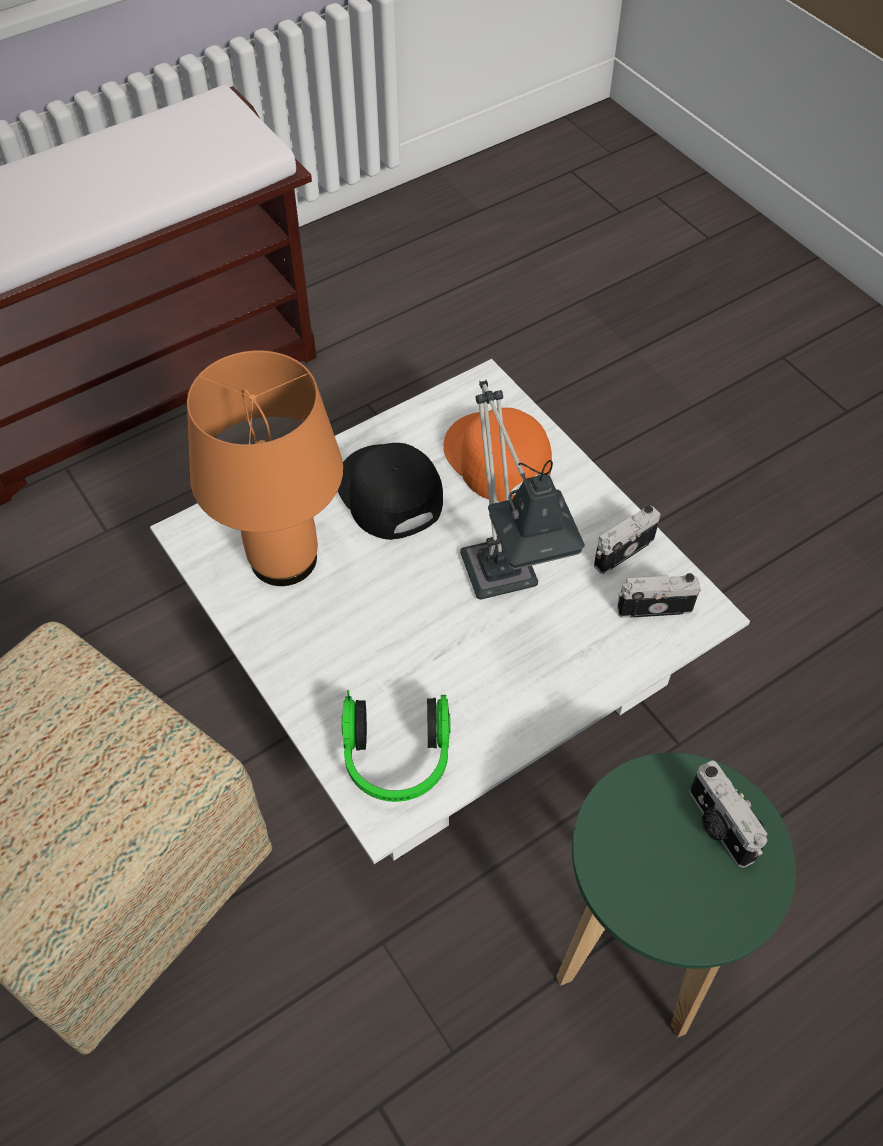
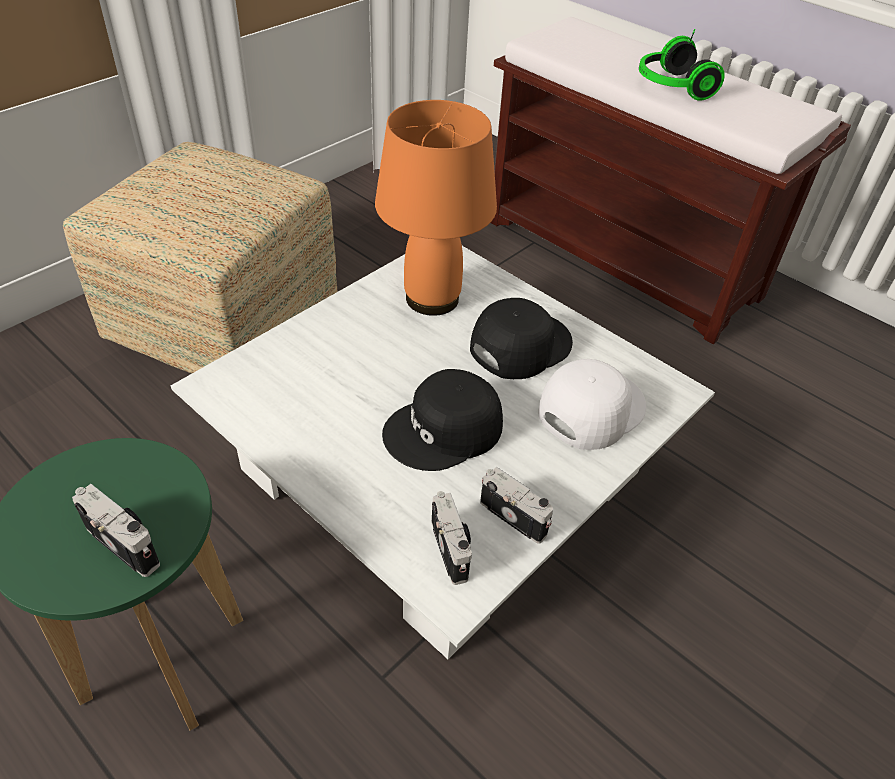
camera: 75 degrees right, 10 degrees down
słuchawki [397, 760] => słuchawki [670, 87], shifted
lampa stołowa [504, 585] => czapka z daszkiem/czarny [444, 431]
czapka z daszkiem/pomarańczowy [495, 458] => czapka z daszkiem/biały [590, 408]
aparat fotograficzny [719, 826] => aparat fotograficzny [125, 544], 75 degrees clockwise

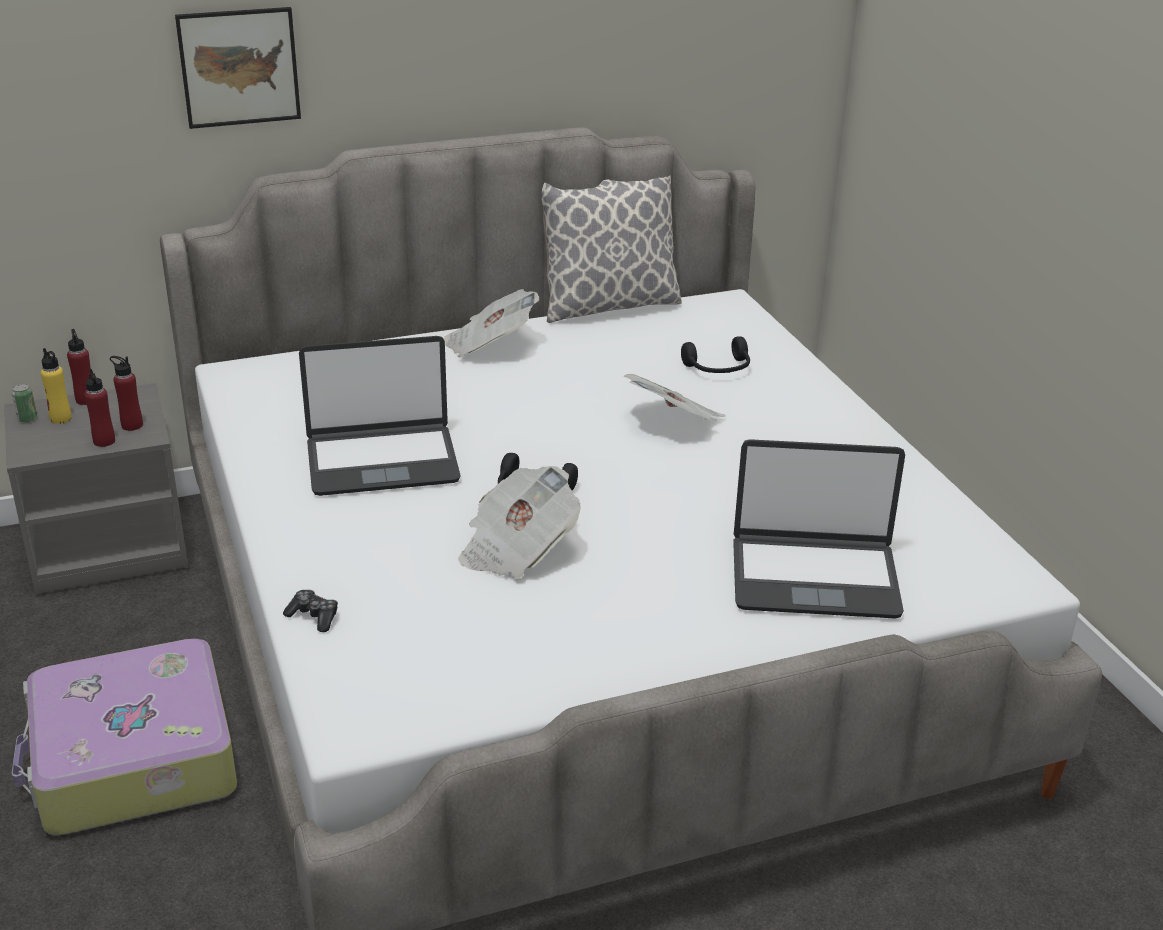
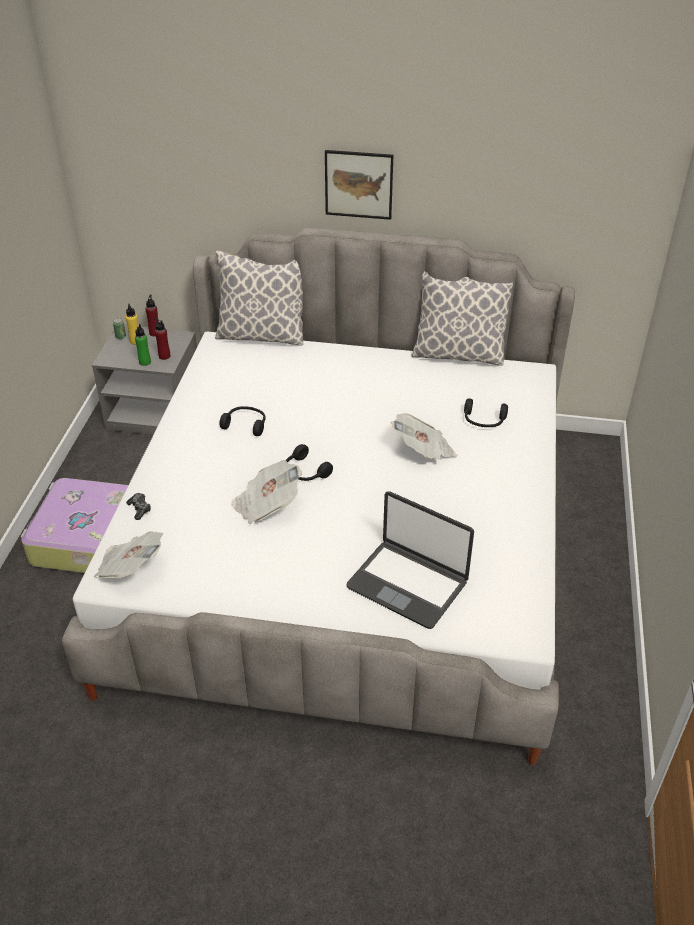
camera: 30 degrees right, 10 degrees up
nothing => poduszka [262, 335]
obraz [239, 67] => obraz [358, 184], shifted
gazeta [489, 346] => gazeta [131, 568], shifted
laptop [382, 461] => słuchawki/czarny [246, 424]
butelka/czerwony [104, 441] => butelka/zielony [145, 362]

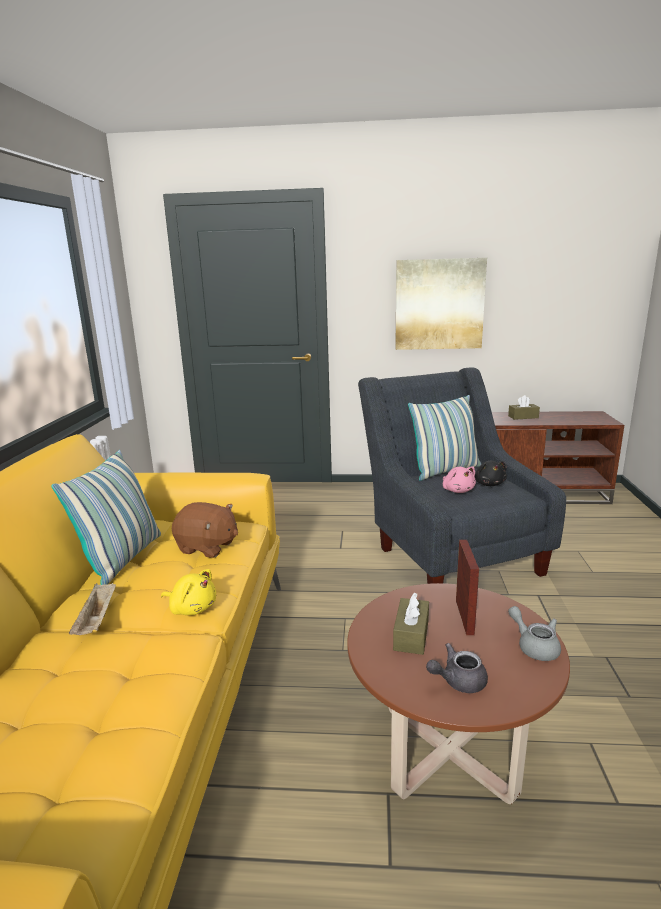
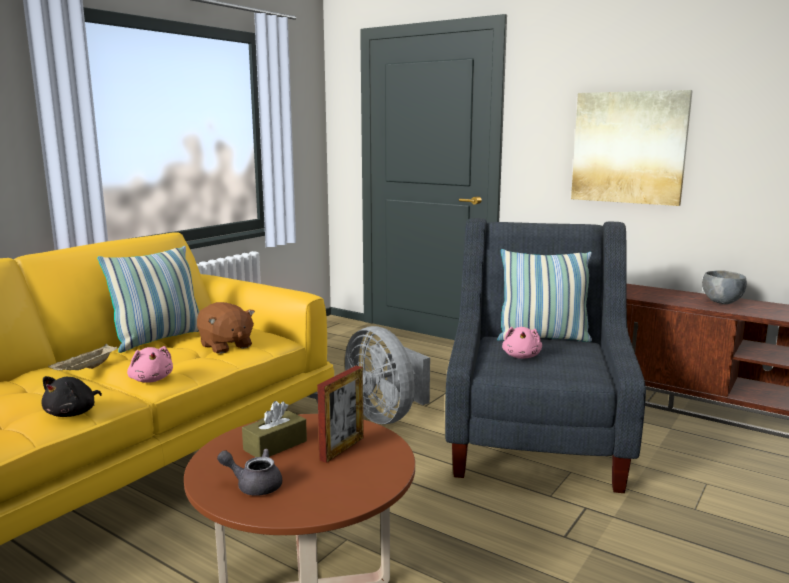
camera: 30 degrees right, 5 degrees down
imbryk/szary [534, 646] => nothing
nothing => wentylator/szary [386, 416]
pluszak/czarny [489, 484] => pluszak/czarny [73, 413], shifted
pudełko chusteczek/brązowy [523, 417] => miska/szary [721, 302]
pluszak/żółty [192, 608] => pluszak/różowy [151, 379]

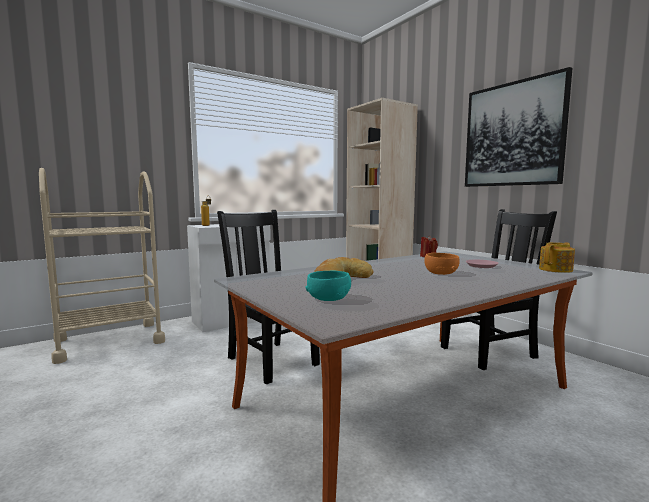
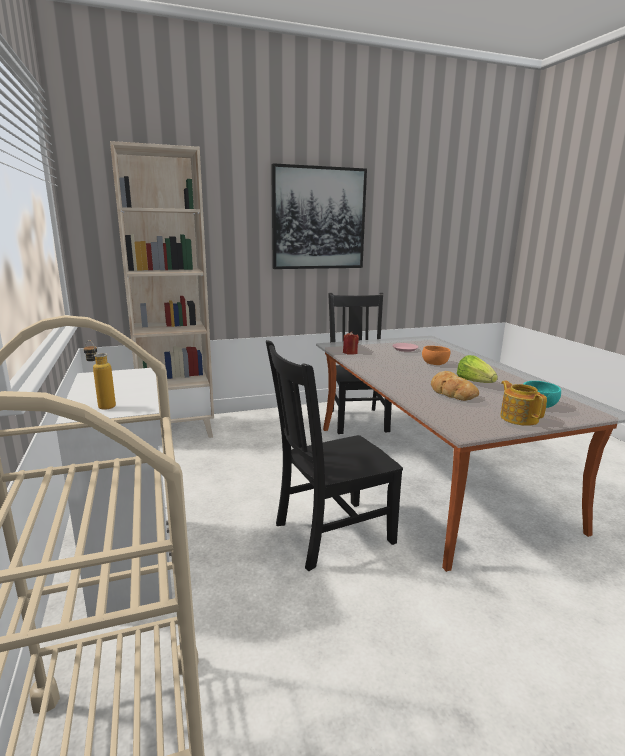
camera: 75 degrees left, 10 degrees up
nothing => sałata [474, 382]
imbryk [556, 269] => imbryk [519, 418], shifted

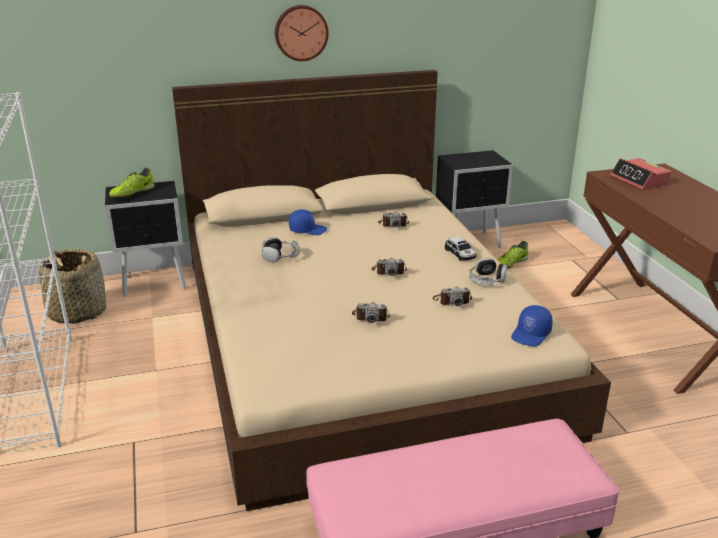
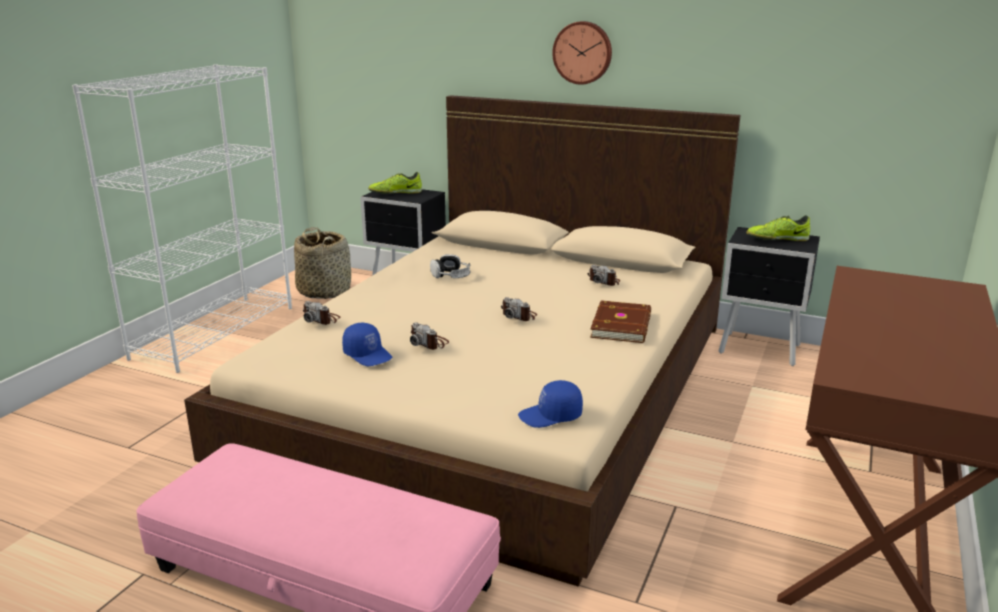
camera: 40 degrees right, 5 degrees down
słuchawki [487, 280] => nothing
budzik [639, 180] => nothing
czapka z daszkiem/niebieski [307, 230] => czapka z daszkiem/niebieski [368, 355], shifted
aparat fotograficzny [452, 300] => aparat fotograficzny [321, 319], shifted
but [511, 263] => but [777, 239], shifted
samochodzik [460, 254] => książka/brązowy [623, 325]

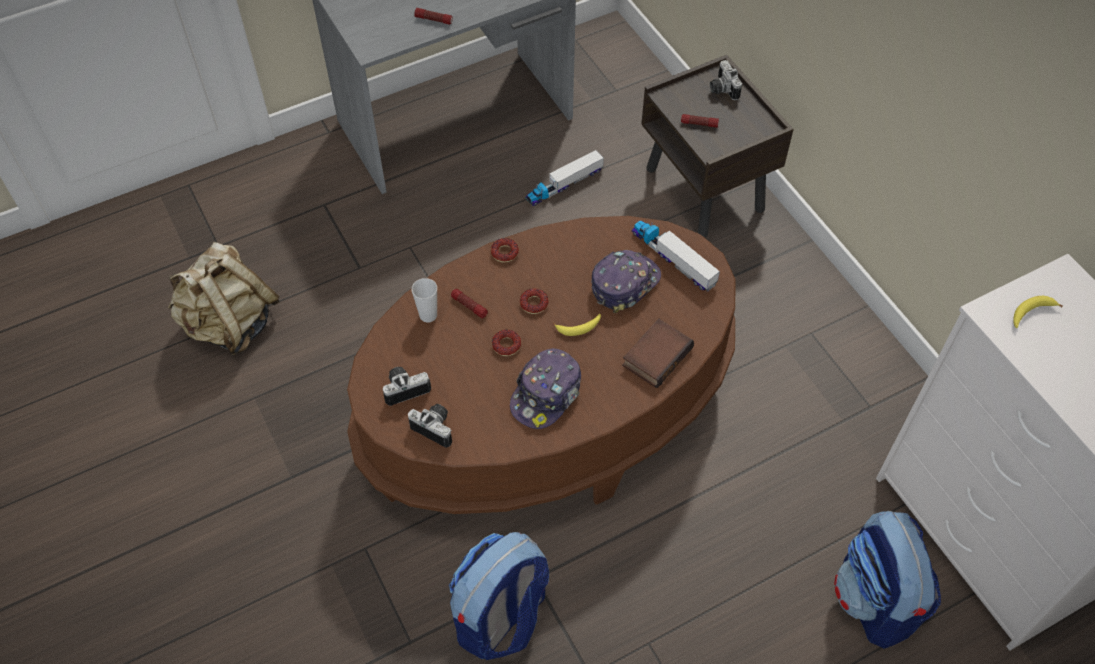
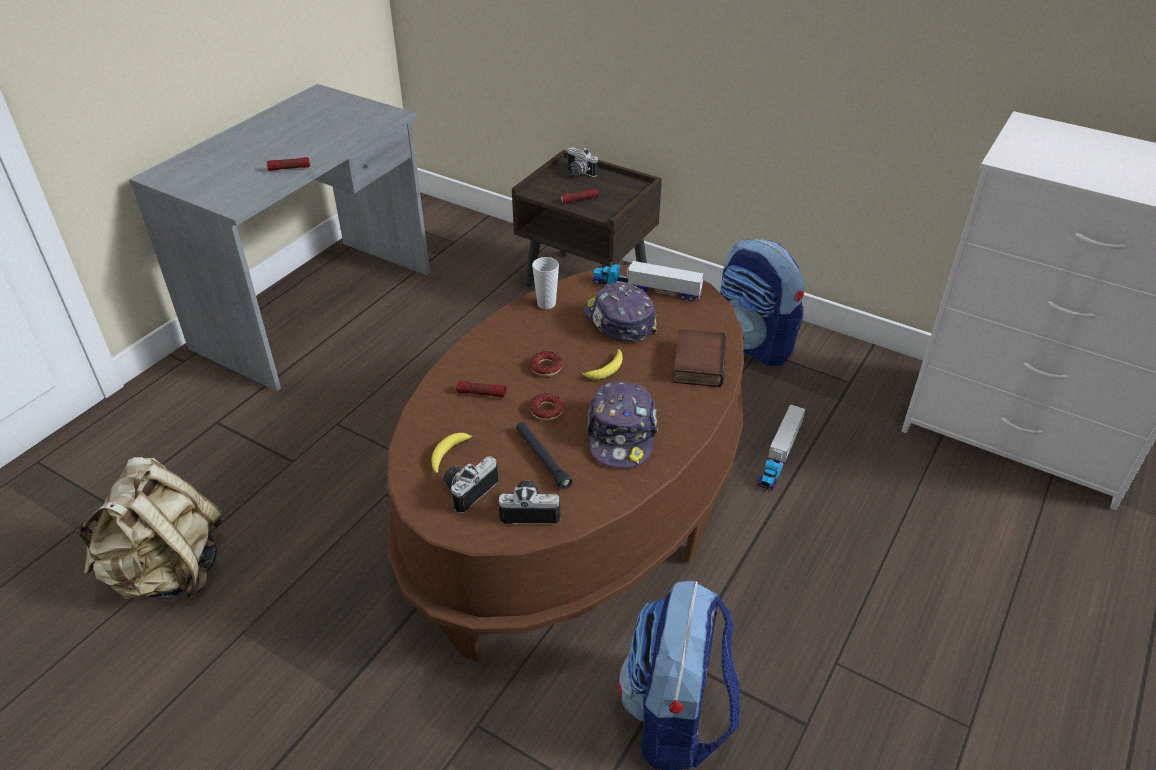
camera: 30 degrees left, 15 degrees down
donut [504, 253] => nothing
nothing => latarka/czarny [542, 458]
filiżanka [428, 315] => filiżanka [546, 304], shifted
ciężarówka zabawkowa [564, 185] => ciężarówka zabawkowa [780, 455], shifted
plecak [875, 601] => plecak [754, 344], shifted
banan [1030, 313] => banan [448, 454], shifted
czapka z daszkiem [624, 283] => czapka z daszkiem [618, 321], 45 degrees counterclockwise

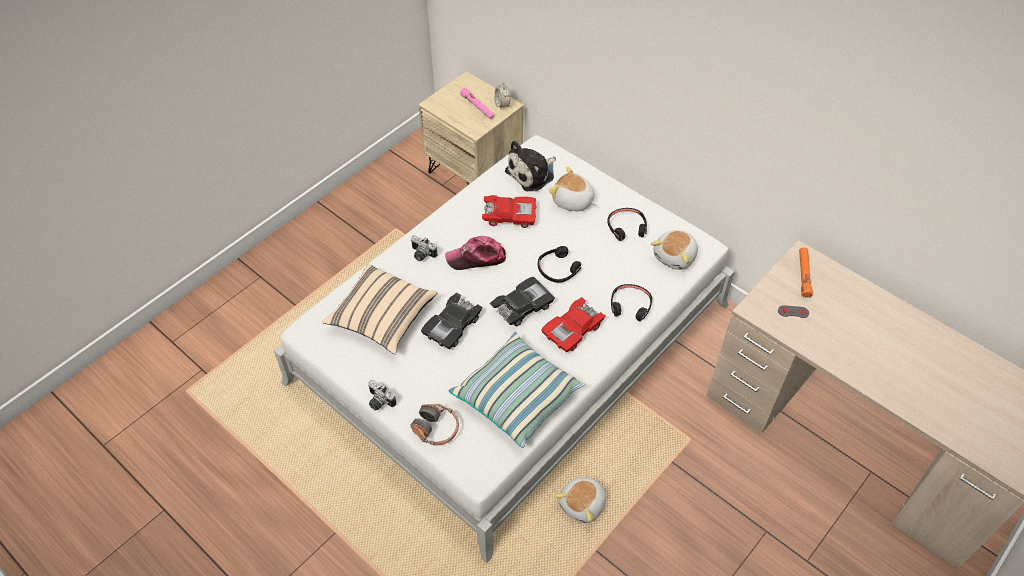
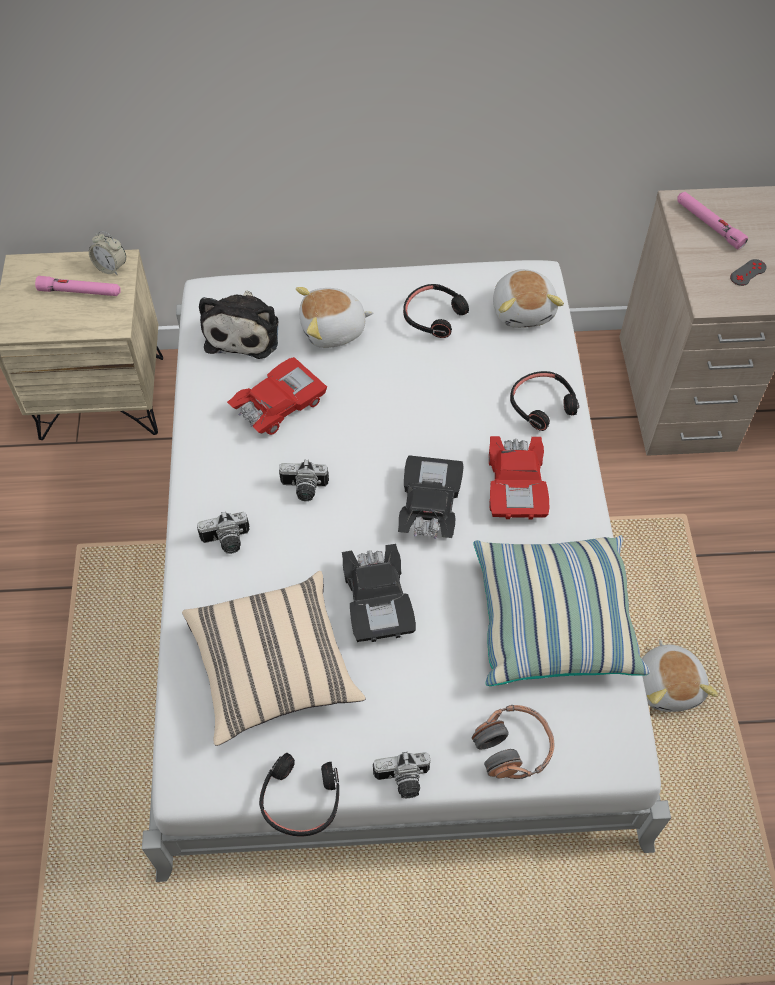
camera: 45 degrees left, 5 degrees up
słuchawki/czarny [558, 269] => słuchawki/czarny [301, 799], shifted
czapka z daszkiem [476, 258] => aparat fotograficzny [303, 489]
latarka/pomarańczowy [803, 274] => latarka/różowy [709, 224]

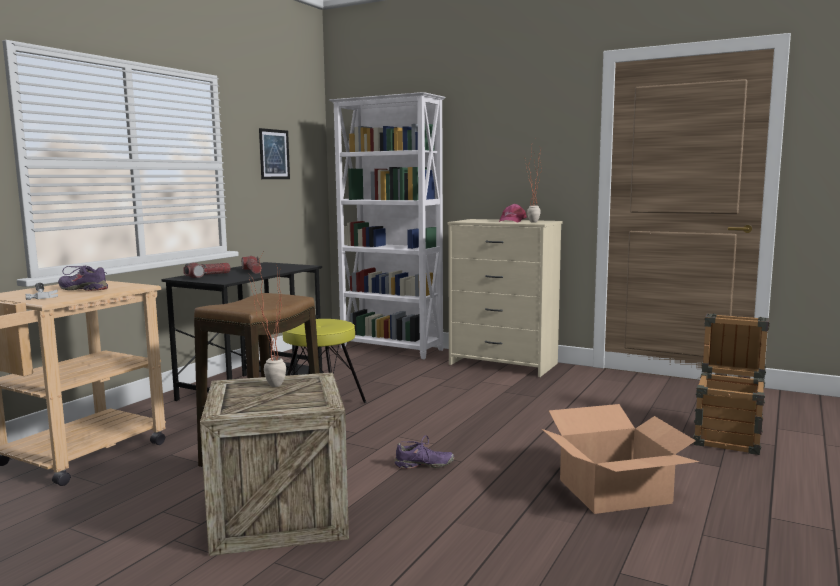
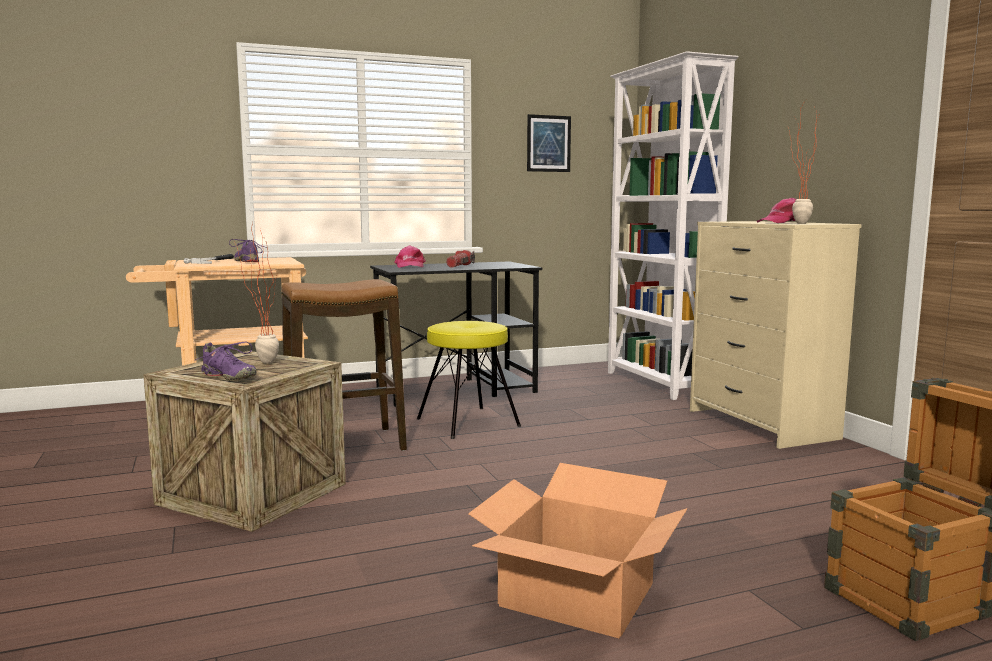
camera: 40 degrees right, 0 degrees up
but/fioletowy [424, 465] => but/fioletowy [228, 377], shifted
latarka [208, 276] => czapka z daszkiem/różowy [409, 266]

